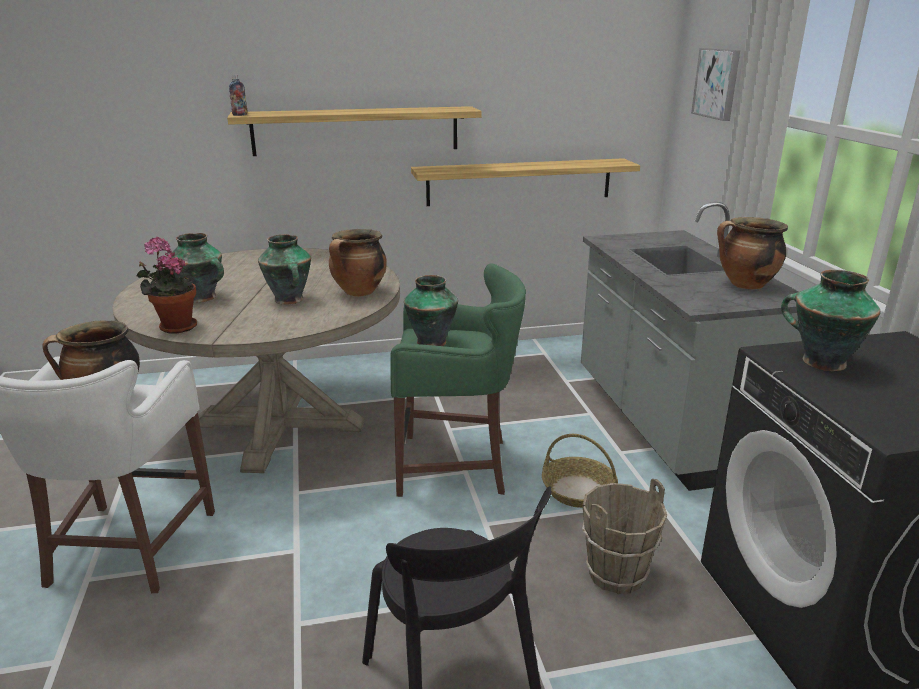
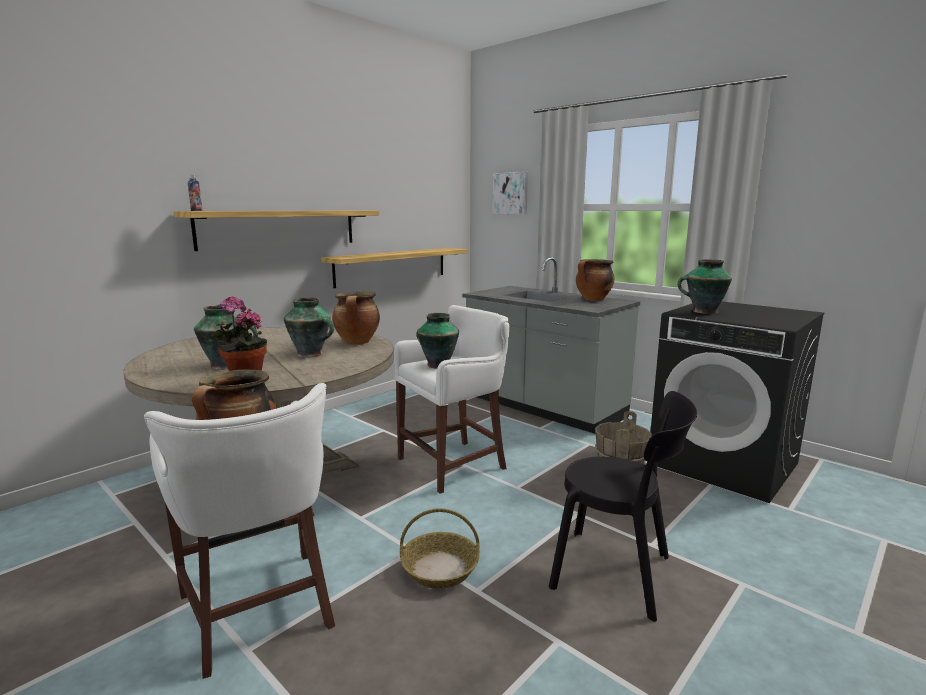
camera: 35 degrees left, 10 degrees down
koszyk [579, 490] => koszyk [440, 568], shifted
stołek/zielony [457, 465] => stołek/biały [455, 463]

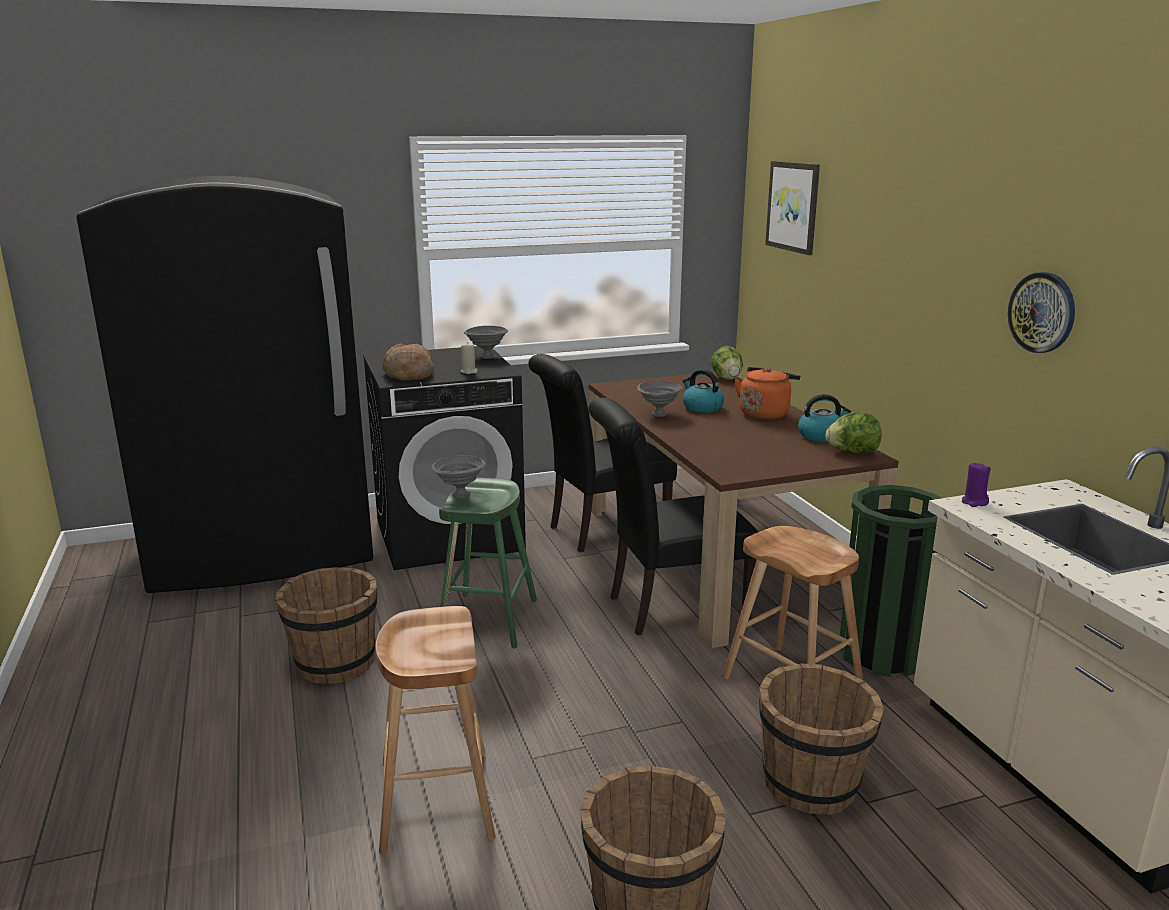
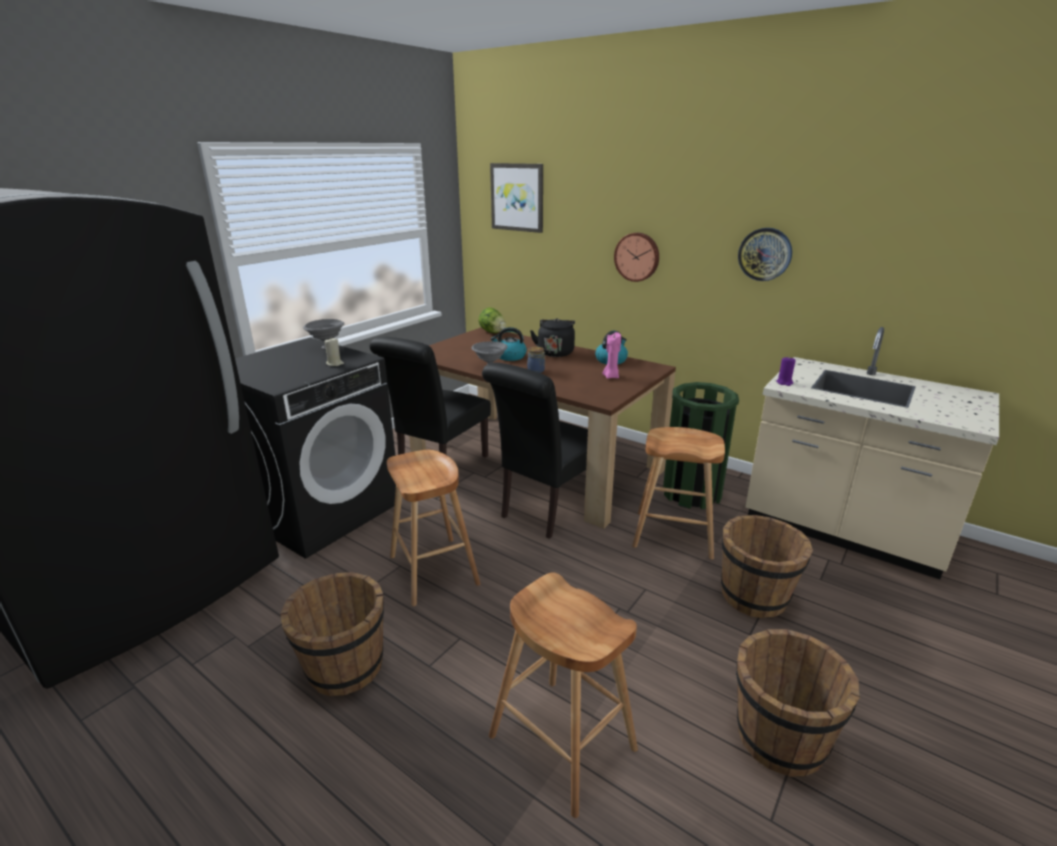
camera: 35 degrees left, 5 degrees up
chleb [408, 375] => nothing
miska/szary [459, 495] => nothing
sałata [852, 452] => nothing
nothing => słoik [536, 371]
nothing => świeca/różowy [611, 376]
nothing => zegar ścienny [637, 257]
stołek/zielony [488, 620] => stołek/brązowy [433, 570]
czajnik/pomarańczowy [765, 413] => czajnik/czarny [555, 352]

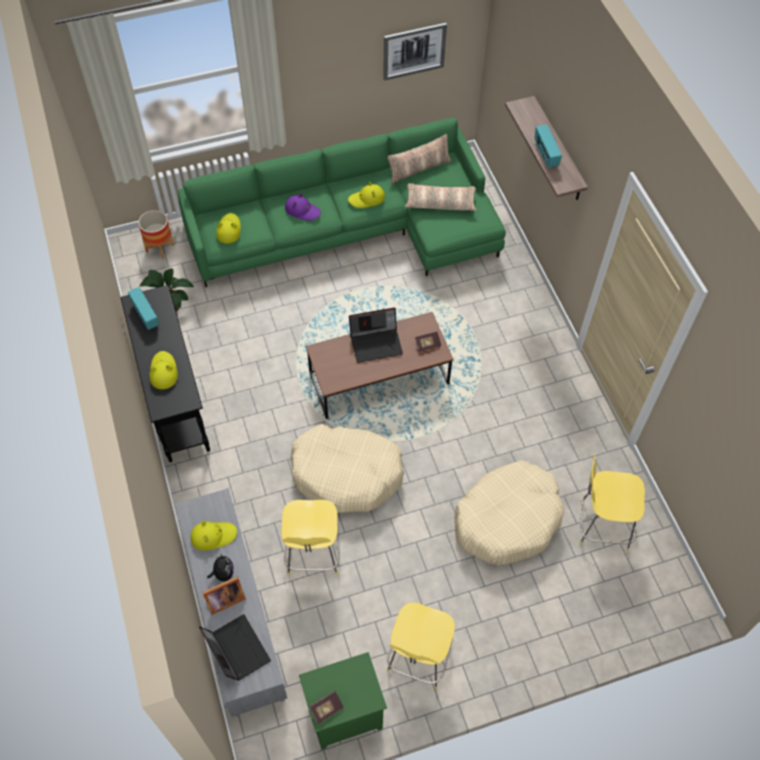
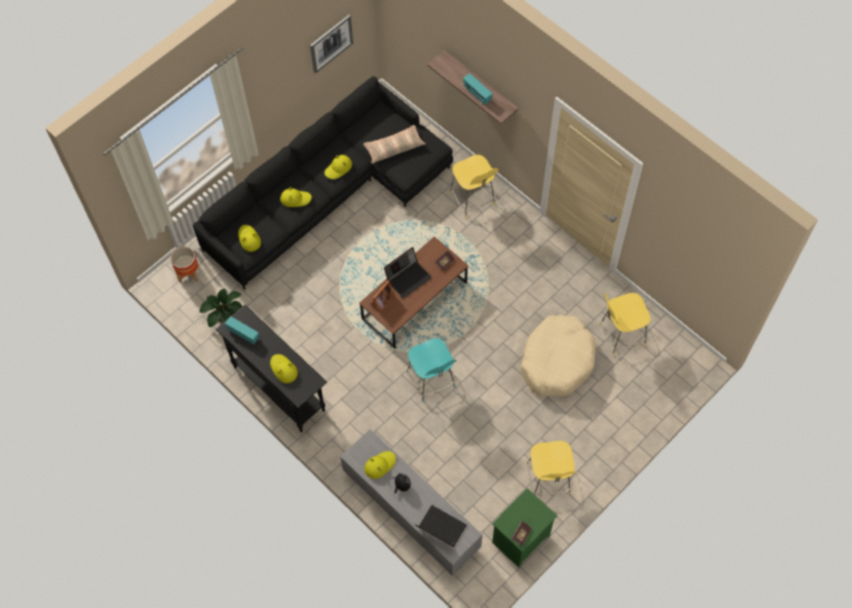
camera: 25 degrees left, 5 degrees up
poduszka [418, 169] => nothing
ramka na zdjęcie [223, 599] => ramka na zdjęcie [382, 302], shifted
stołek/żółty [313, 554] => stołek/żółty [473, 199], shifted
legowisko/beżowy [346, 474] => stołek/turkusowy [431, 381]
kanapa/zielony [353, 229] => kanapa/czarny [329, 193]
kapelusz/fioletowy [302, 210] => kapelusz/żółty [295, 199]

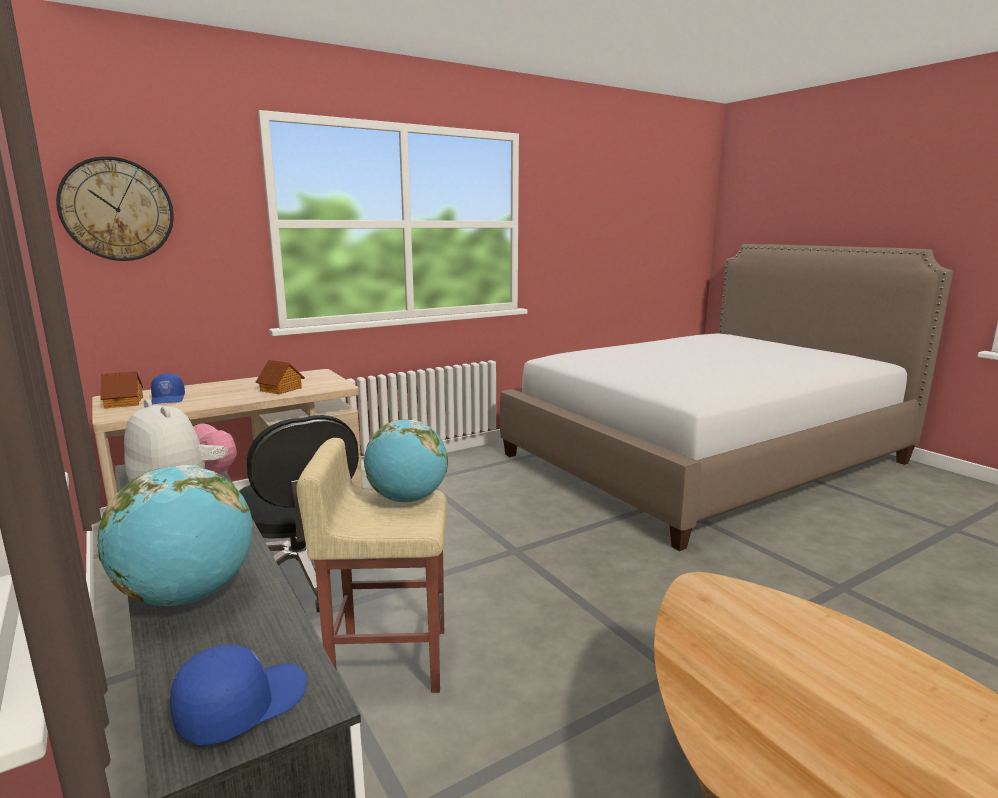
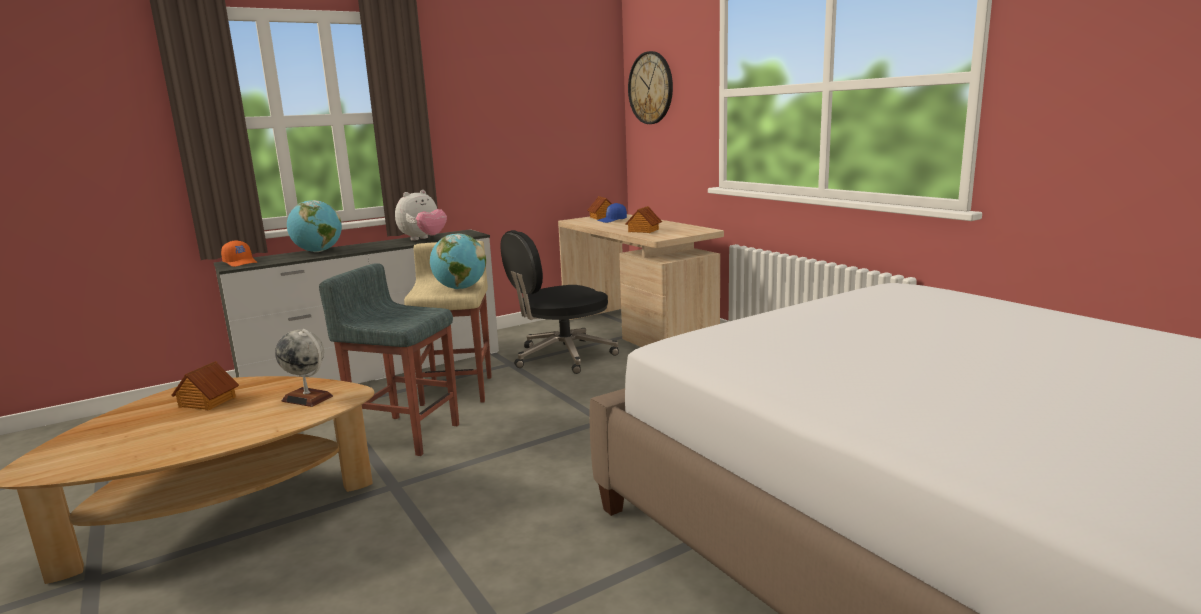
camera: 90 degrees right, 0 degrees up
nothing => domek [207, 402]
nothing => globus [307, 398]
nothing => stołek/szary [405, 435]
czapka z daszkiem/niebieski [242, 705] => czapka z daszkiem/pomarańczowy [241, 263]

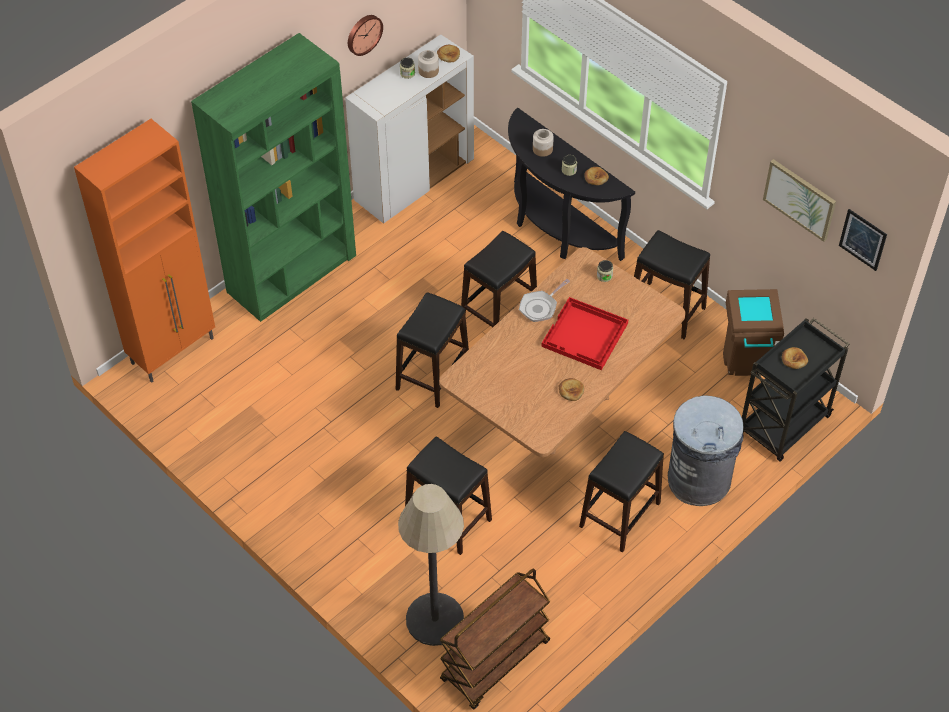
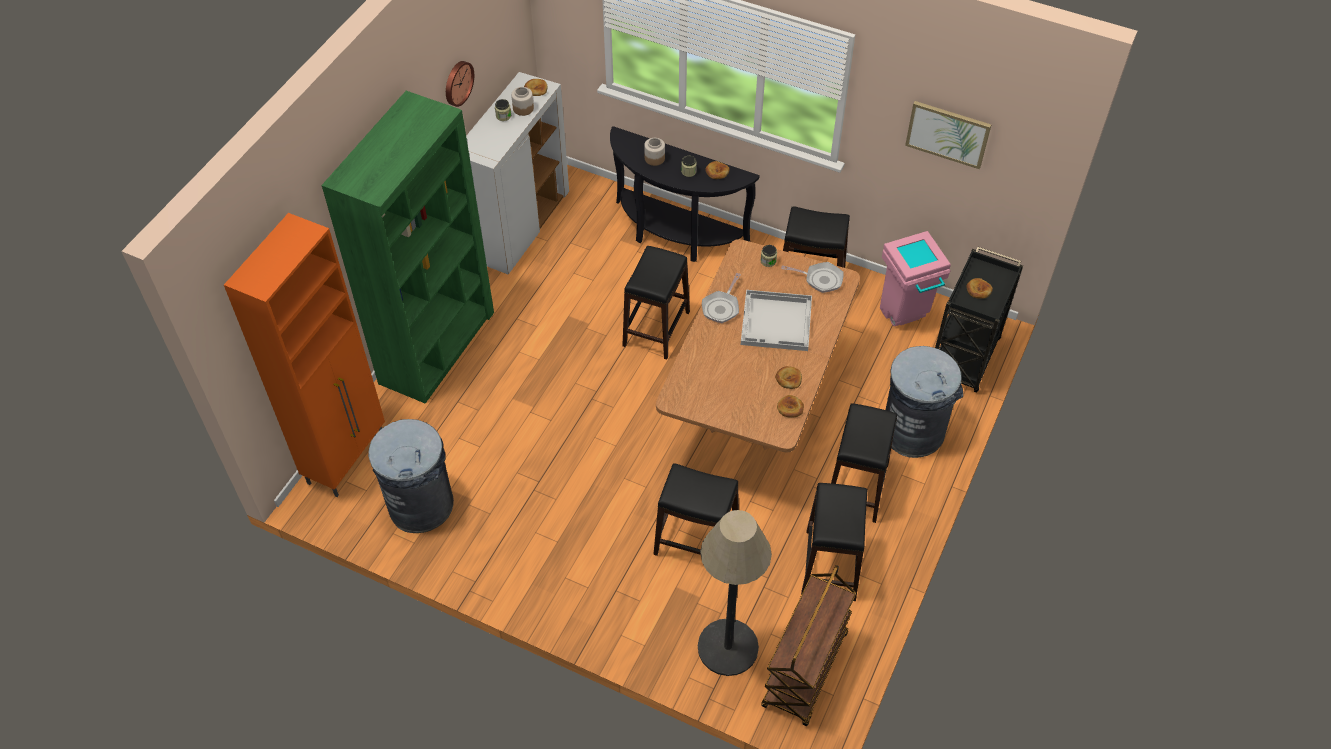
camera: 20 degrees left, 0 degrees up
obraz [863, 239] => nothing
nothing => kosz na śmieci/szary [421, 504]
nothing => chleb [790, 408]
nothing => patelnia [820, 279]
stołek/czarny [432, 375] => stołek/czarny [830, 565], shifted
taca/czerwony [585, 335] => taca/biały [777, 322]
kosz na śmieci/brązowy [744, 369] => kosz na śmieci/różowy [905, 317]

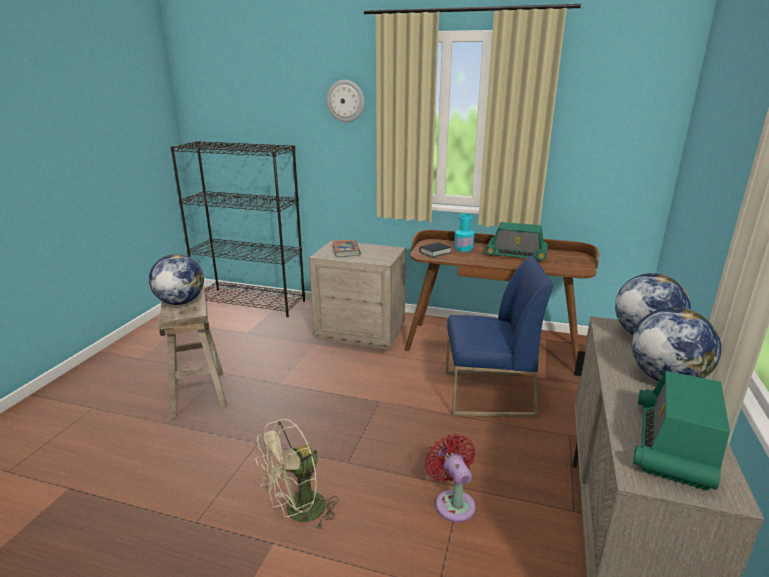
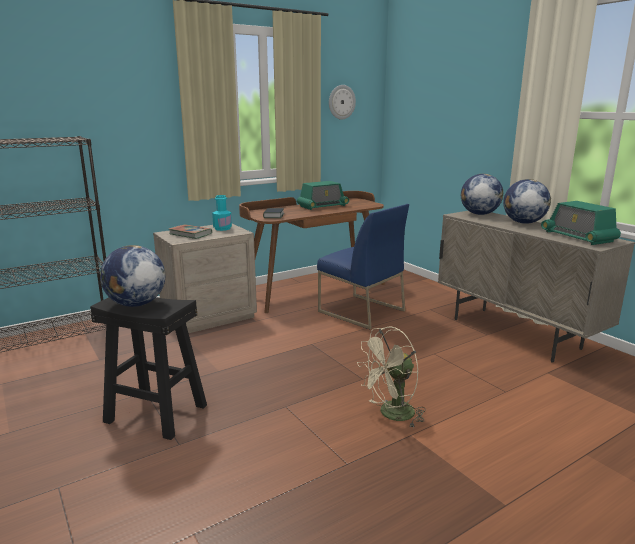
camera: 50 degrees left, 5 degrees down
wentylator/czerwony [453, 502] => nothing
zegar ścienny [345, 101] => zegar ścienny [341, 102], shifted
butelka/turkusowy [463, 249] => butelka/turkusowy [222, 228], shifted
stołek/beżowy [198, 393] => stołek/czarny [157, 413]
wentylator/beżowy [298, 513] => wentylator/beżowy [391, 415], 60 degrees clockwise
krzesło/niebieski [487, 394] => krzesło/niebieski [360, 311], 90 degrees clockwise

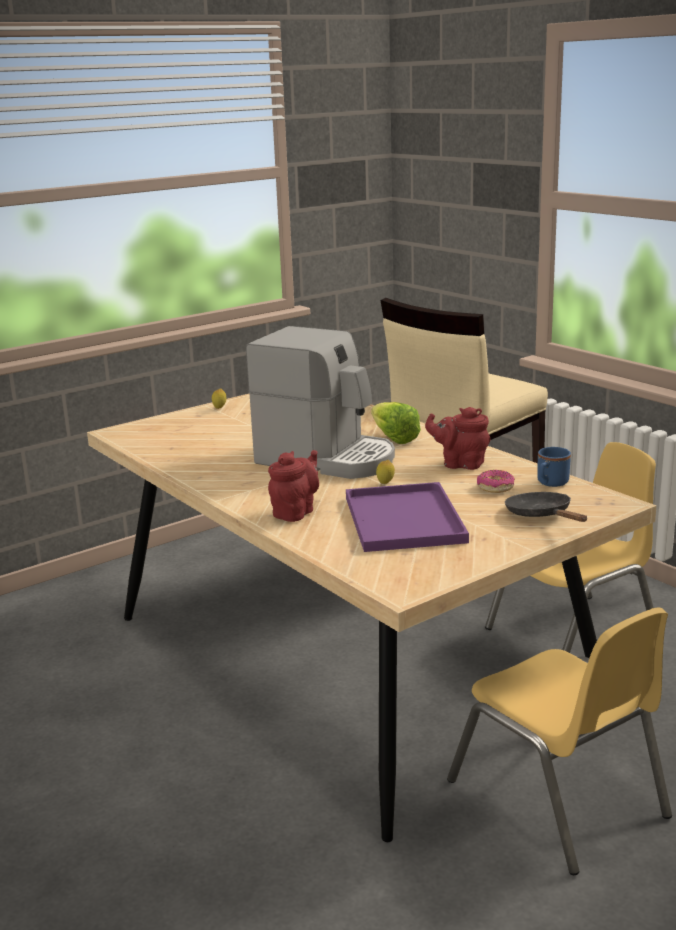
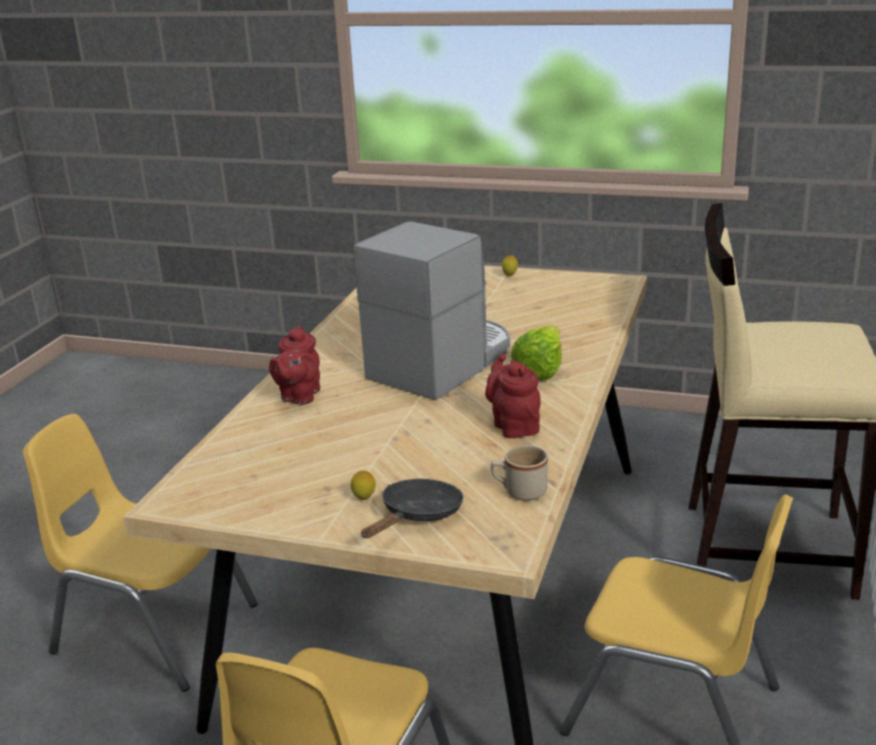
camera: 55 degrees right, 5 degrees up
taca/fioletowy [402, 518] => nothing
donut [495, 488] => nothing
nothing => krzesło/żółty [154, 629]
cytryna [385, 484] => cytryna [364, 499], shifted
kubek/niebieski [550, 483] => kubek/beżowy [519, 491]
ekspres do kawy [327, 459] => ekspres do kawy [442, 363], 135 degrees counterclockwise
imbryk/czerwony [295, 512] => imbryk/czerwony [299, 396], 105 degrees clockwise

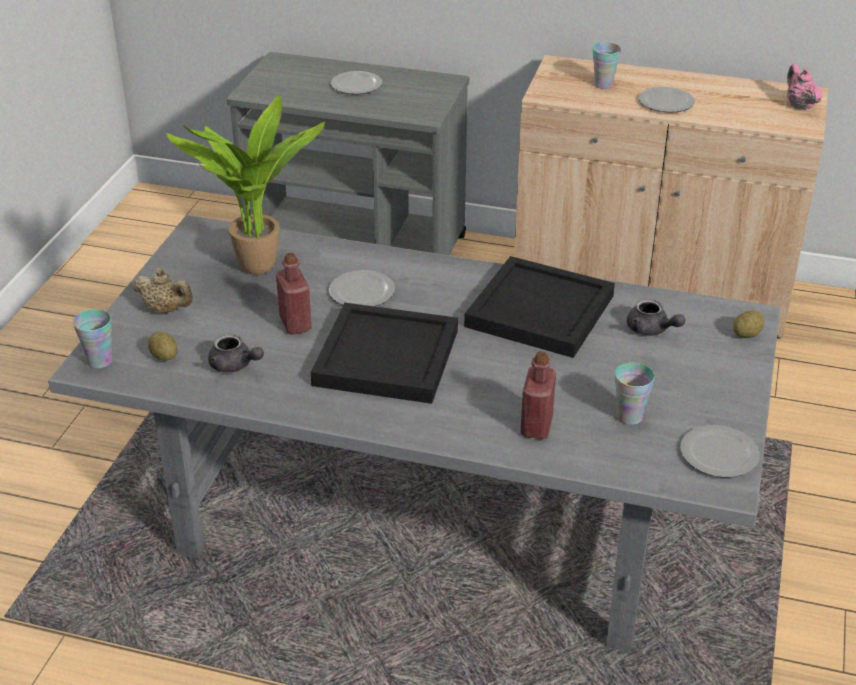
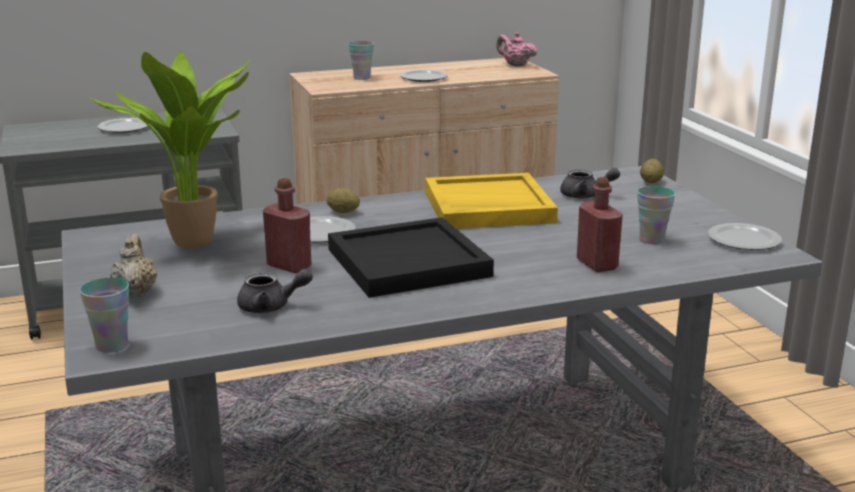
camera: 35 degrees left, 15 degrees down
ziemniak [164, 356] => ziemniak [343, 212], shifted
taca/czarny [538, 311] => taca/żółty [487, 207]
imbryk/beżowy [166, 310] => imbryk/beżowy [136, 292], 90 degrees counterclockwise

